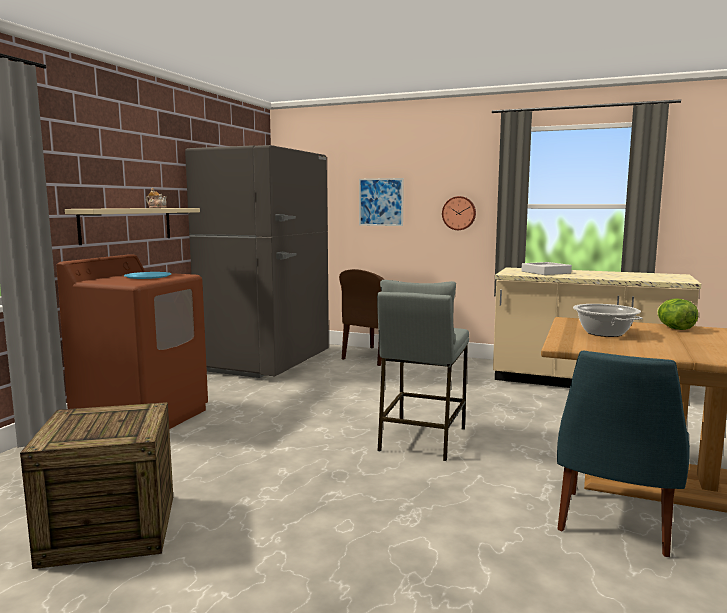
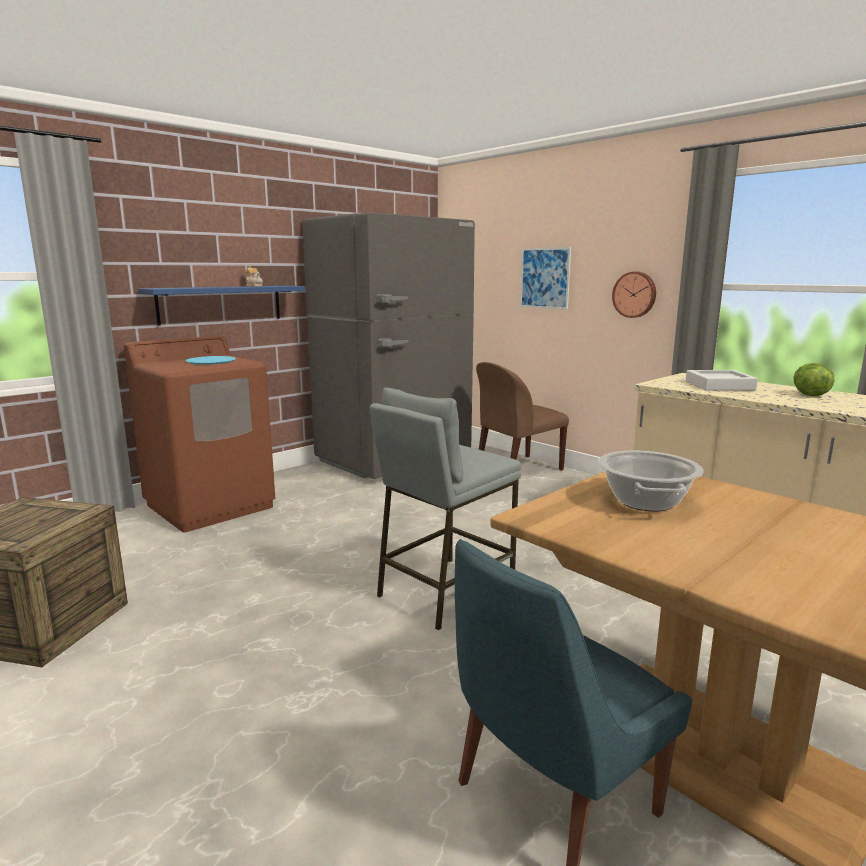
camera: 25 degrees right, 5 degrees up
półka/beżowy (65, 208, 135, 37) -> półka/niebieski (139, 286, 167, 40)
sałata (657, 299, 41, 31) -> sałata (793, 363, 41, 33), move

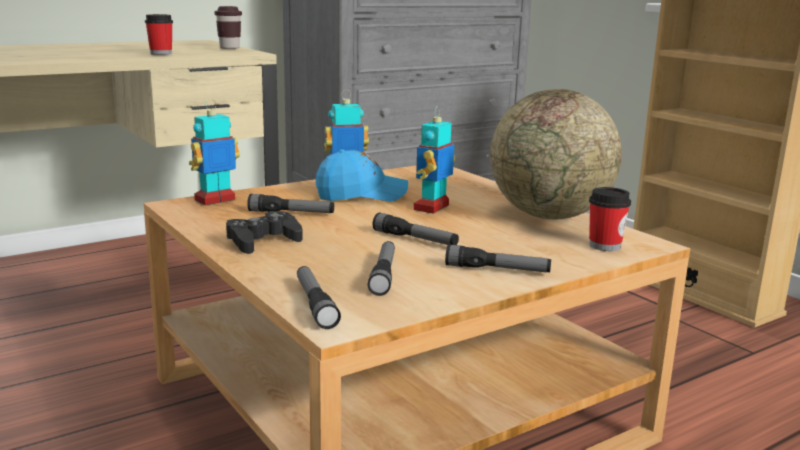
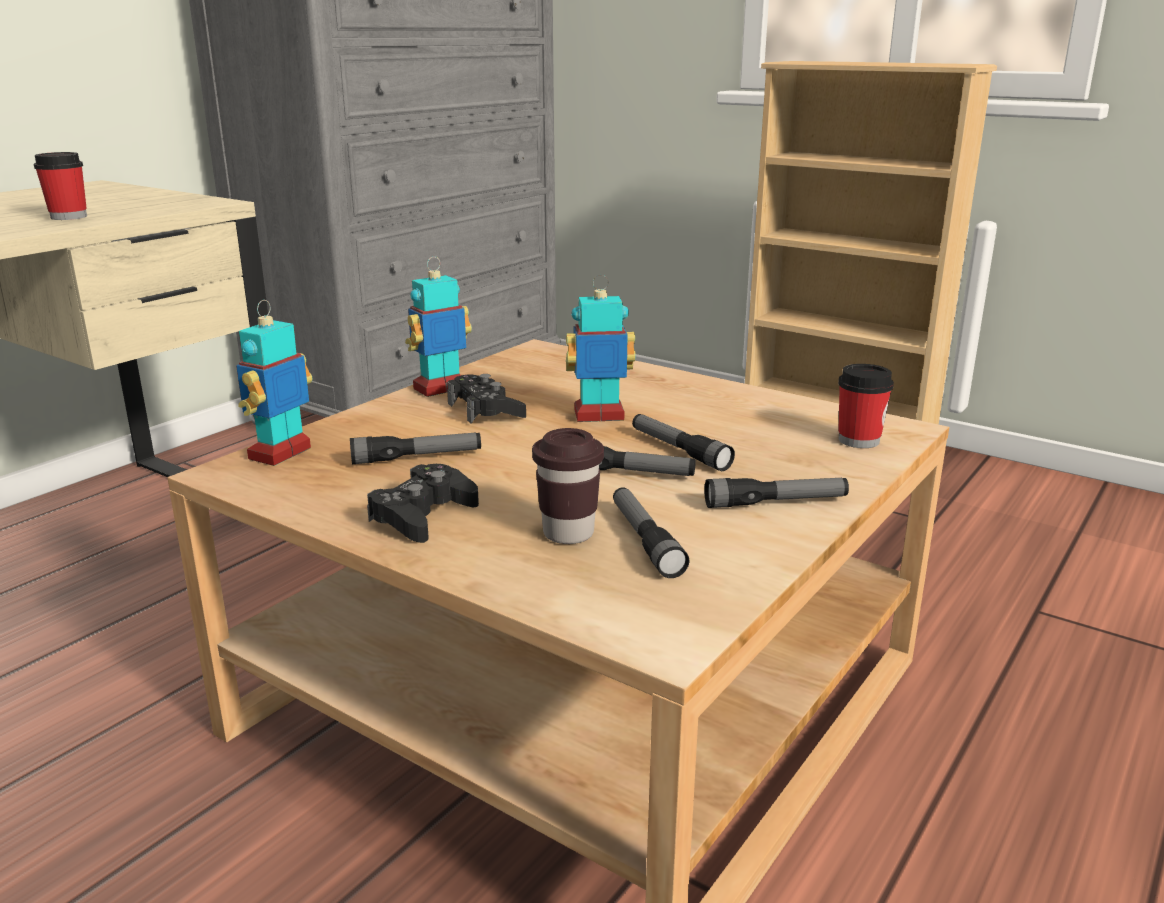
camera: 20 degrees left, 5 degrees up
filiżanka/brązowy (214, 6, 28, 43) -> filiżanka/brązowy (532, 428, 72, 116), move
globus (490, 89, 132, 130) -> none
robot zabawkowy (414, 106, 41, 108) -> robot zabawkowy (566, 275, 70, 147), 75 degrees clockwise
czapka z daszkiem/niebieski (316, 149, 92, 53) -> pad do gier/czarny (447, 374, 79, 50)
latarka (297, 266, 44, 63) -> latarka (632, 414, 103, 57), move

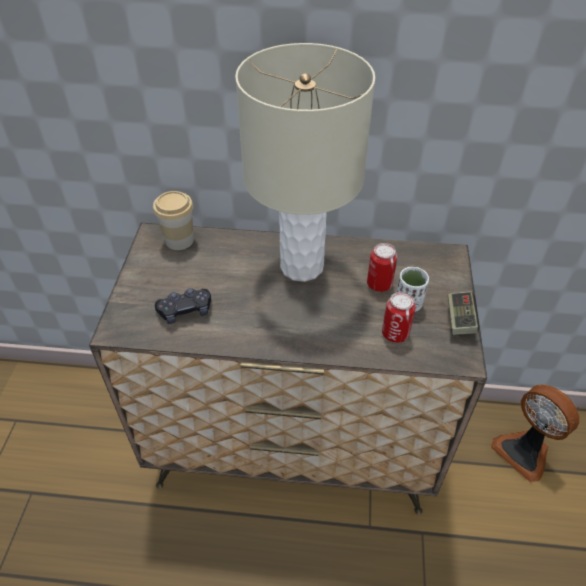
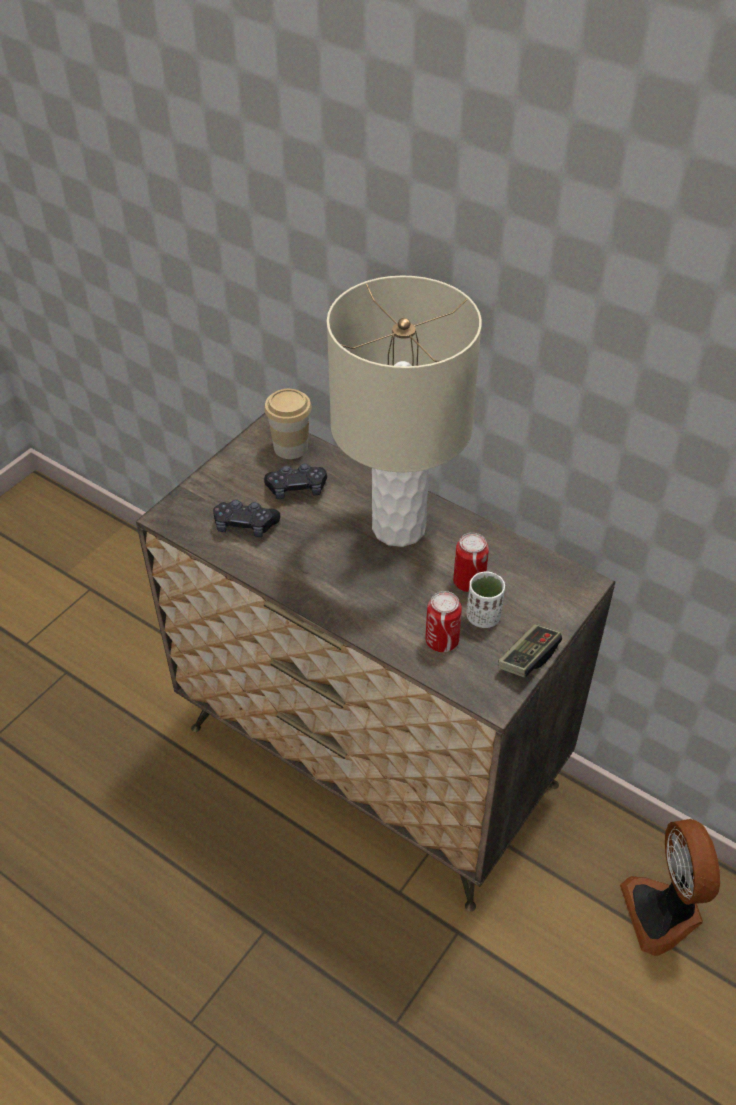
camera: 30 degrees right, 0 degrees up
none -> pad do gier/czarny (264, 464, 63, 35)

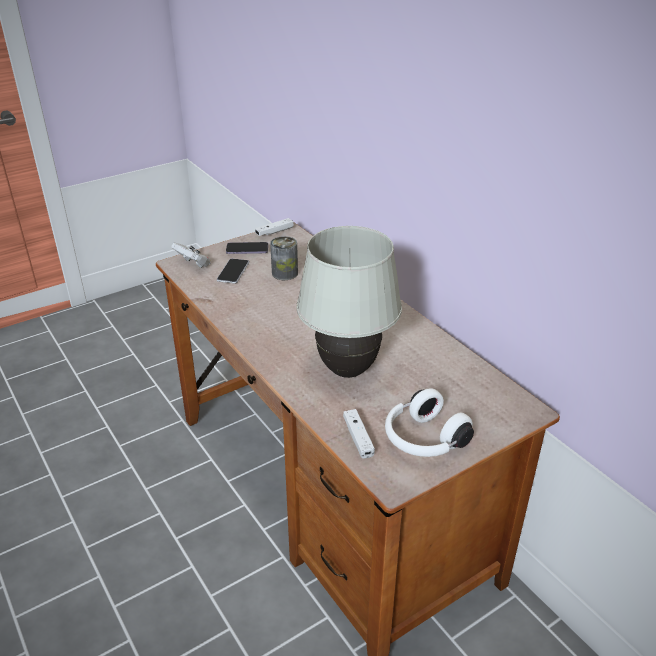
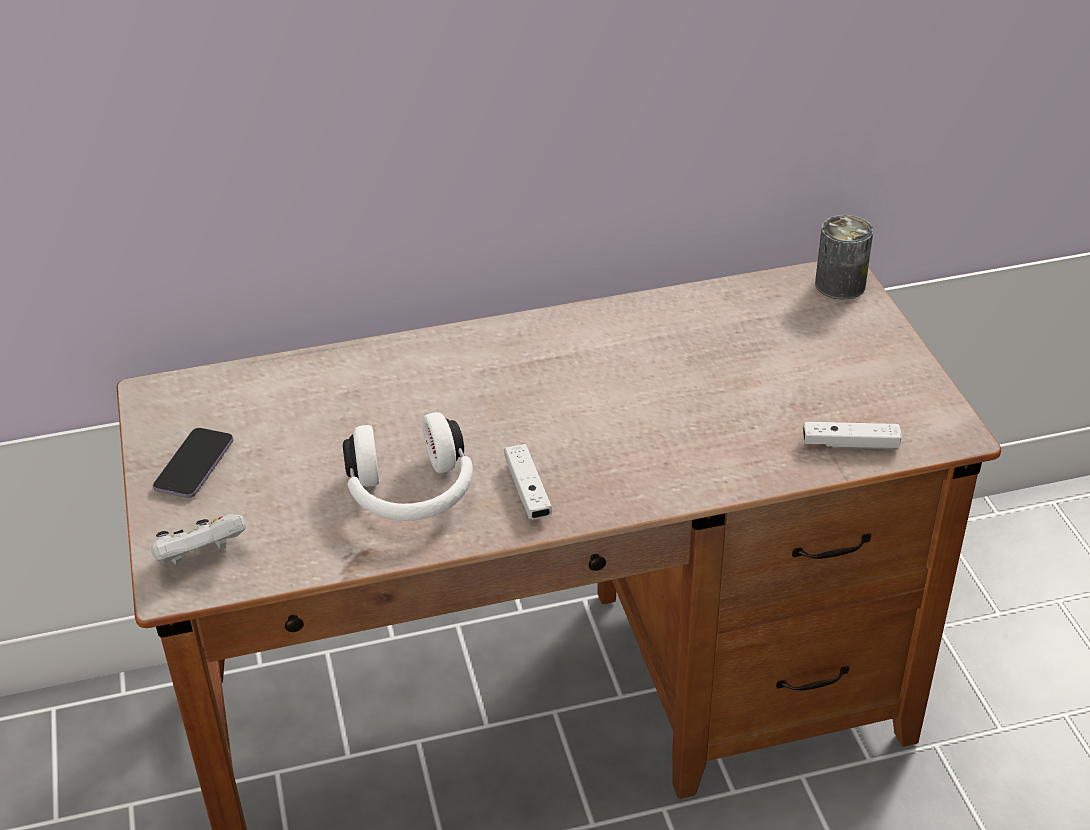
camera: 70 degrees left, 5 degrees up
pad do gier/biały (255, 218, 38, 18) -> pad do gier/biały (505, 444, 47, 75), move
lampa stołowa/biały (297, 226, 105, 152) -> none
puszka (270, 236, 28, 44) -> puszka (815, 215, 59, 84), move
telefon (217, 259, 32, 25) -> none
słuchawki/biały (385, 388, 89, 69) -> słuchawki/biały (343, 412, 130, 109), move

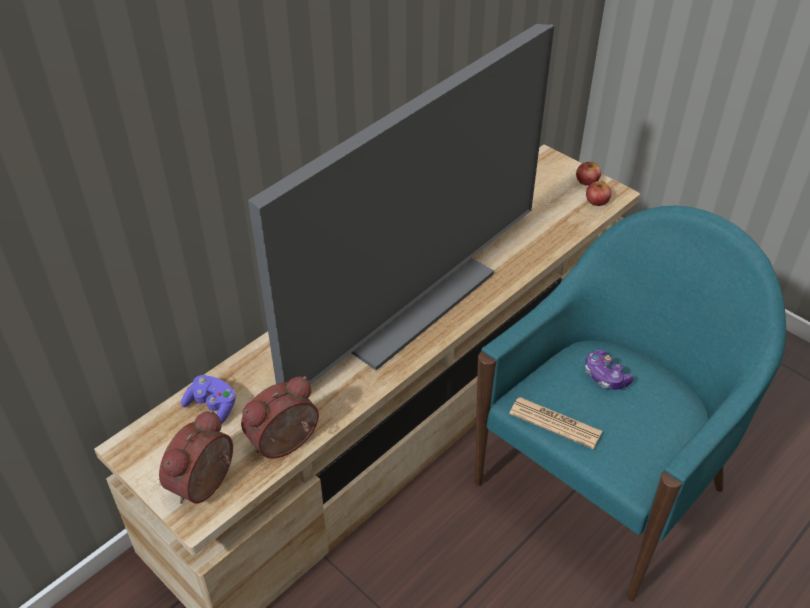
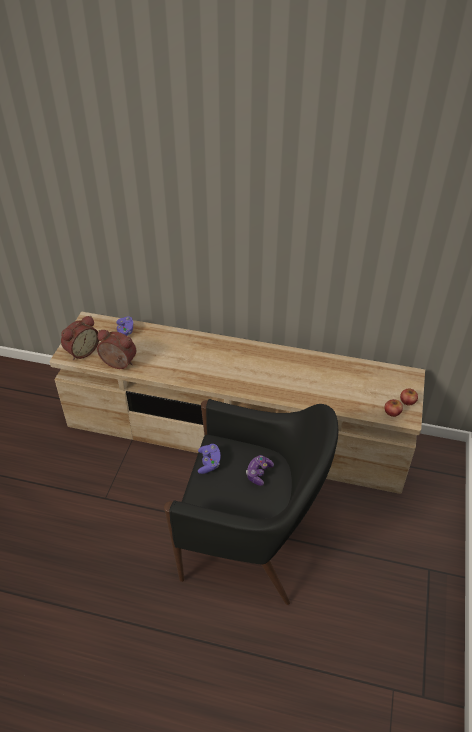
camera: 60 degrees right, 0 degrees up
telewizor (248, 24, 306, 361) -> none
fotel/turkusowy (474, 206, 312, 395) -> fotel/czarny (164, 399, 174, 206)
gazeta (509, 397, 94, 52) -> pad do gier/fioletowy (198, 444, 22, 30)
budzik (159, 409, 74, 95) -> budzik (61, 316, 38, 44), 135 degrees clockwise

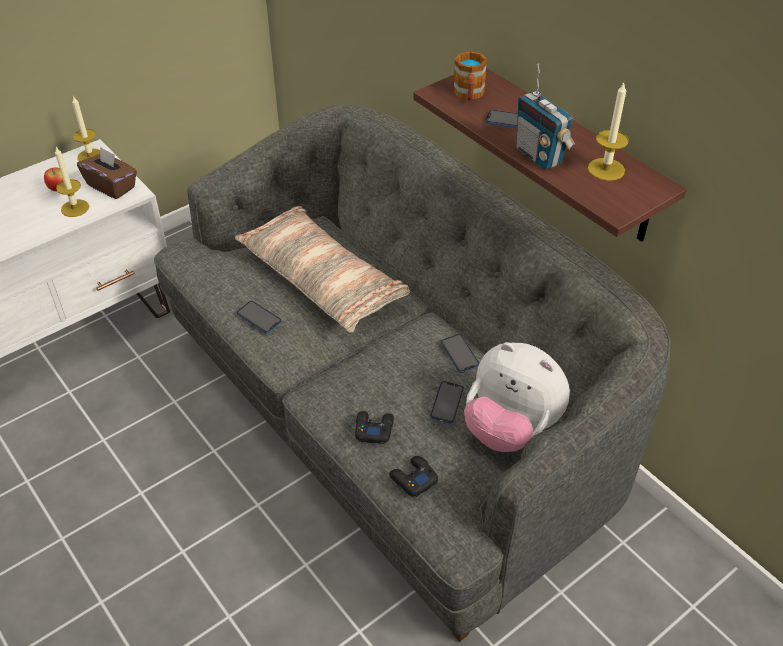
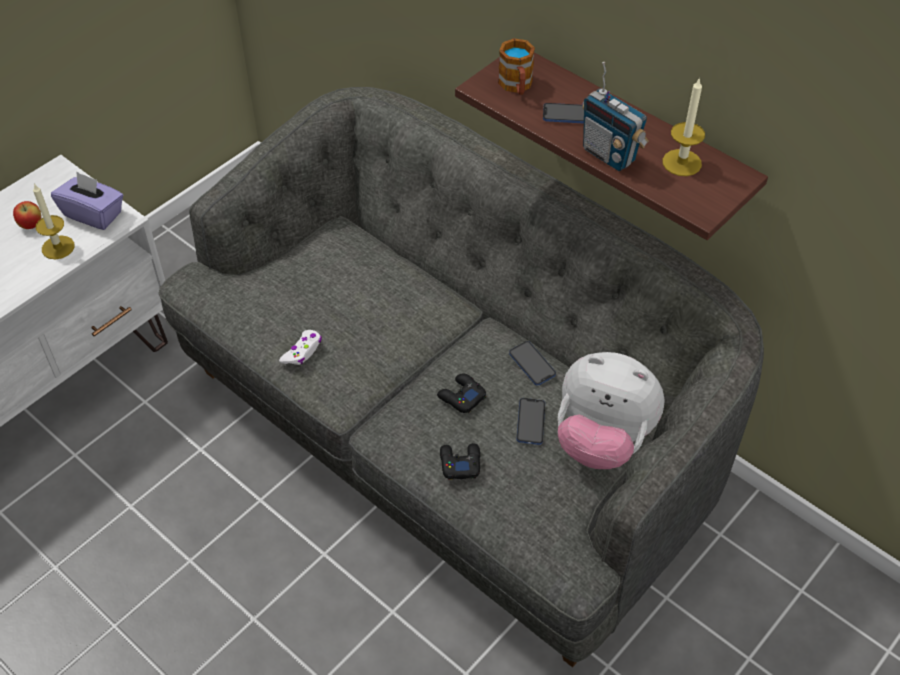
camera: 10 degrees left, 5 degrees up
świeca (72, 95, 28, 66) -> none
pudełko chusteczek/brązowy (77, 146, 60, 53) -> pudełko chusteczek/fioletowy (51, 171, 72, 59)
poduszka (235, 206, 175, 127) -> none
telefon (237, 301, 45, 33) -> pad do gier/biały (279, 330, 43, 35)
pad do gier/czarny (389, 456, 49, 41) -> pad do gier/czarny (437, 374, 49, 39), move

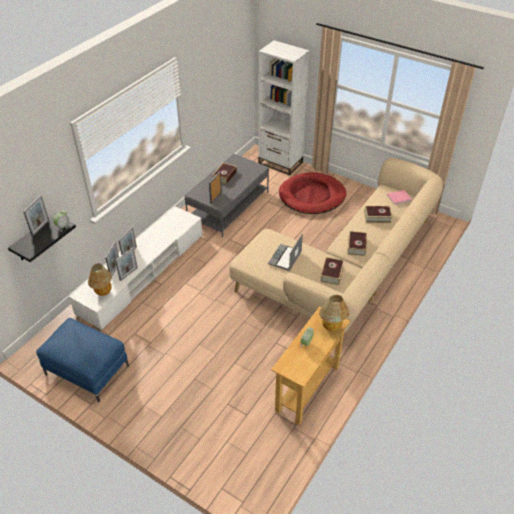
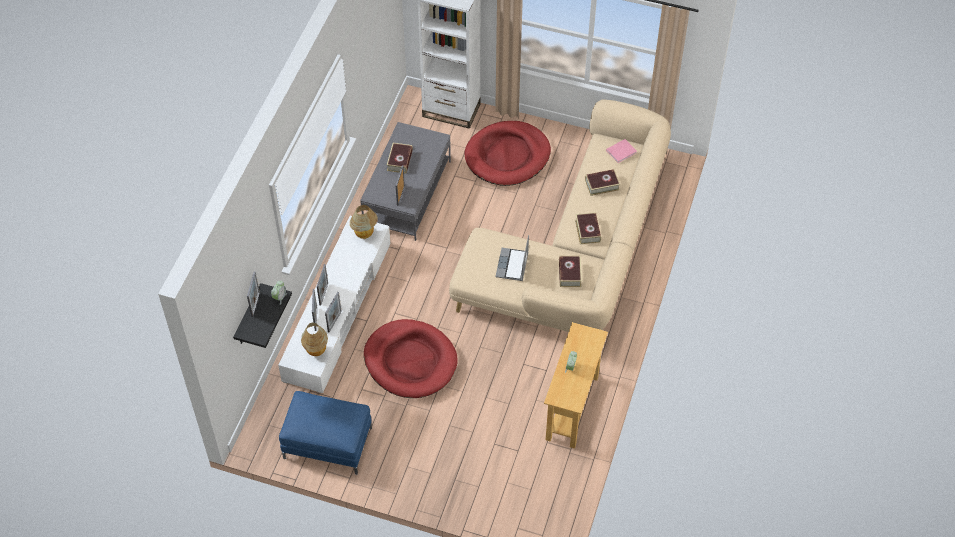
camera: 15 degrees left, 10 degrees up
lampa stołowa (319, 295, 30, 36) -> lampa stołowa (350, 205, 28, 34), move
none -> legowisko/czerwony (364, 319, 94, 79)

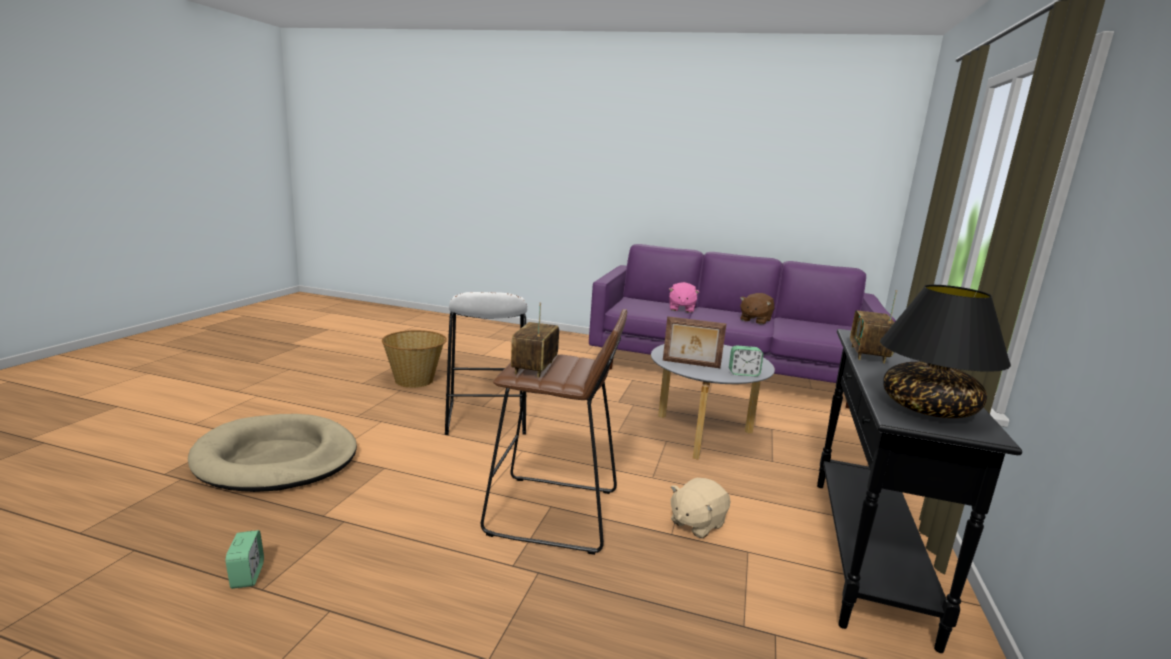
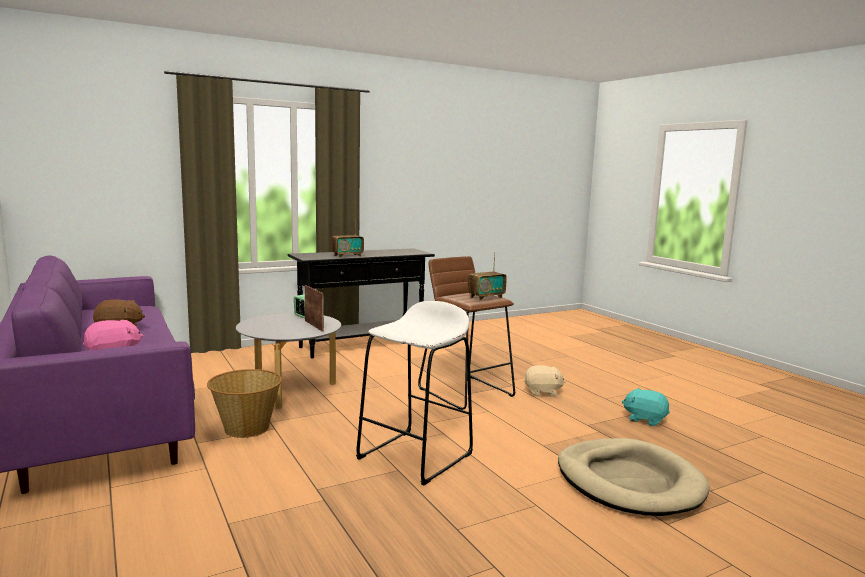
camera: 135 degrees left, 5 degrees down
lampa stołowa/czarny (880, 285, 131, 133) -> none
koszyk (382, 330, 65, 58) -> koszyk (207, 369, 75, 69), move
pluszak/beżowy (671, 478, 59, 60) -> pluszak/beżowy (524, 365, 42, 32), move
budzik (225, 530, 39, 59) -> pluszak/turkusowy (622, 388, 48, 38)

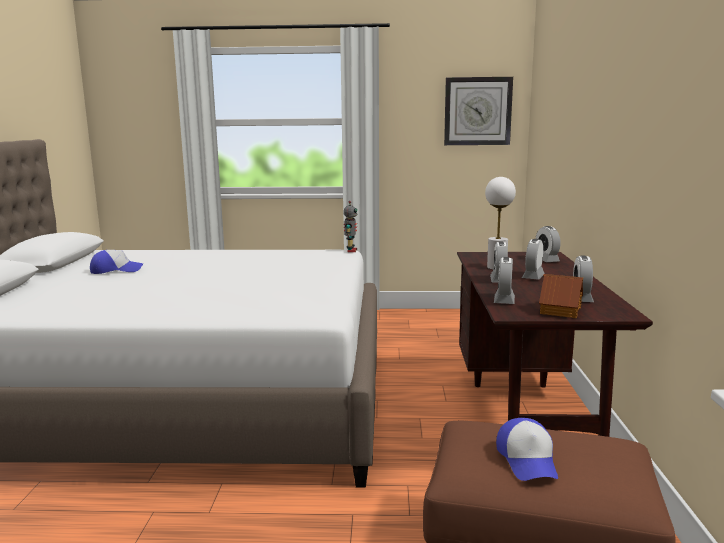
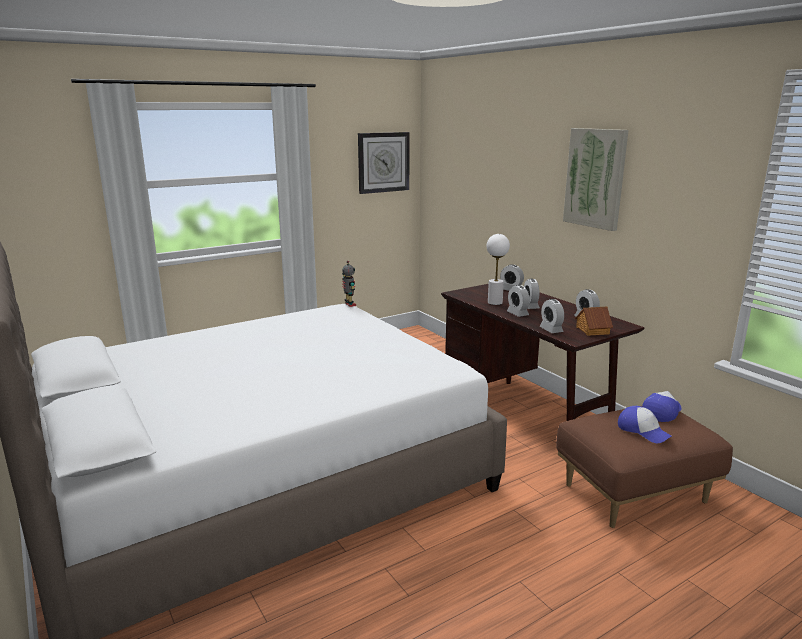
camera: 35 degrees left, 5 degrees up
czapka z daszkiem (90, 250, 53, 24) -> czapka z daszkiem (642, 391, 40, 31), move
none -> obraz (563, 128, 66, 103)

